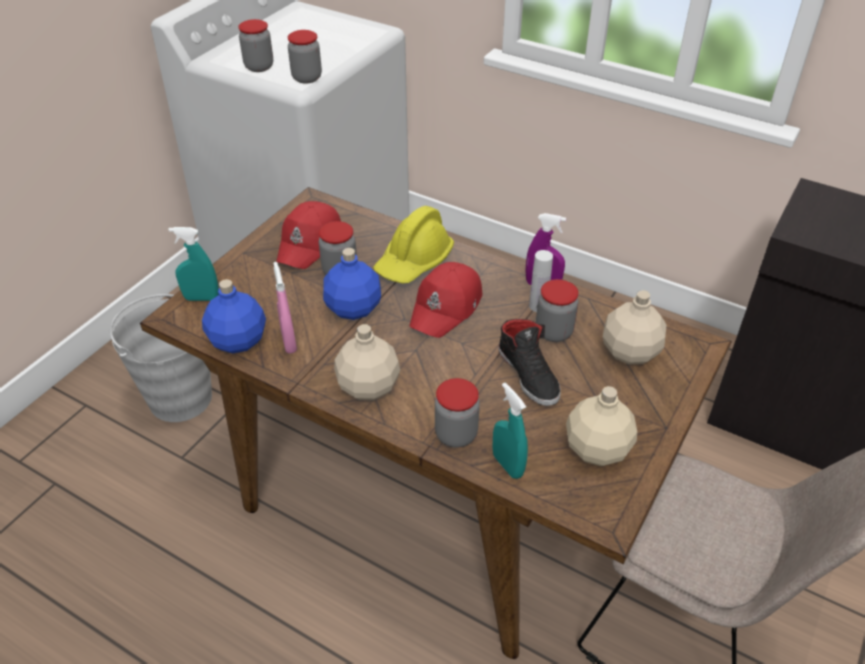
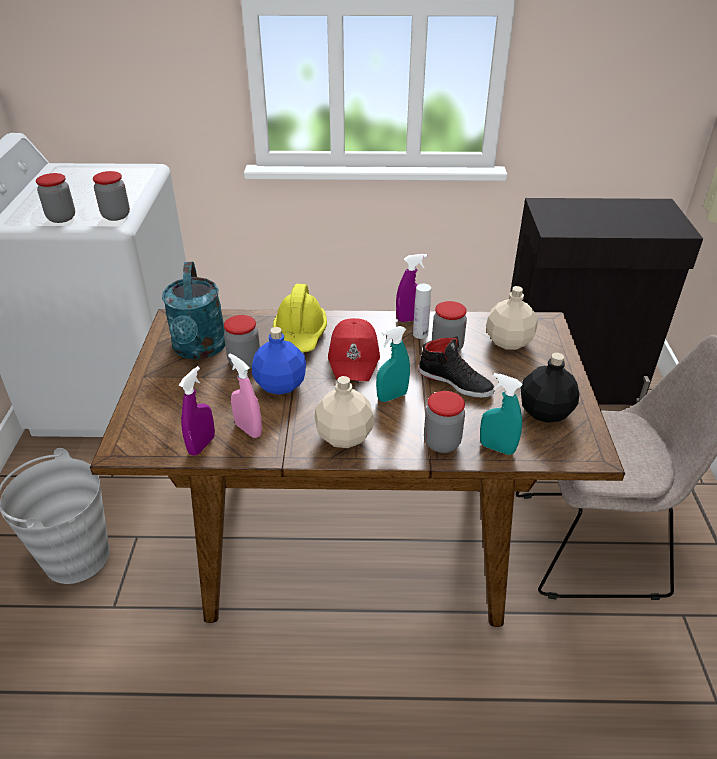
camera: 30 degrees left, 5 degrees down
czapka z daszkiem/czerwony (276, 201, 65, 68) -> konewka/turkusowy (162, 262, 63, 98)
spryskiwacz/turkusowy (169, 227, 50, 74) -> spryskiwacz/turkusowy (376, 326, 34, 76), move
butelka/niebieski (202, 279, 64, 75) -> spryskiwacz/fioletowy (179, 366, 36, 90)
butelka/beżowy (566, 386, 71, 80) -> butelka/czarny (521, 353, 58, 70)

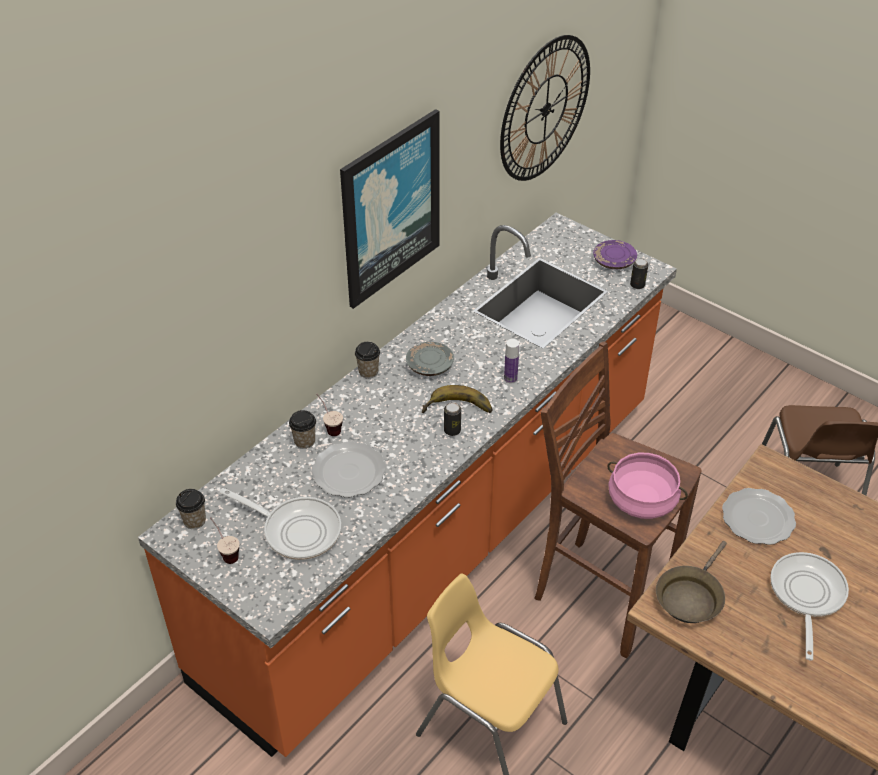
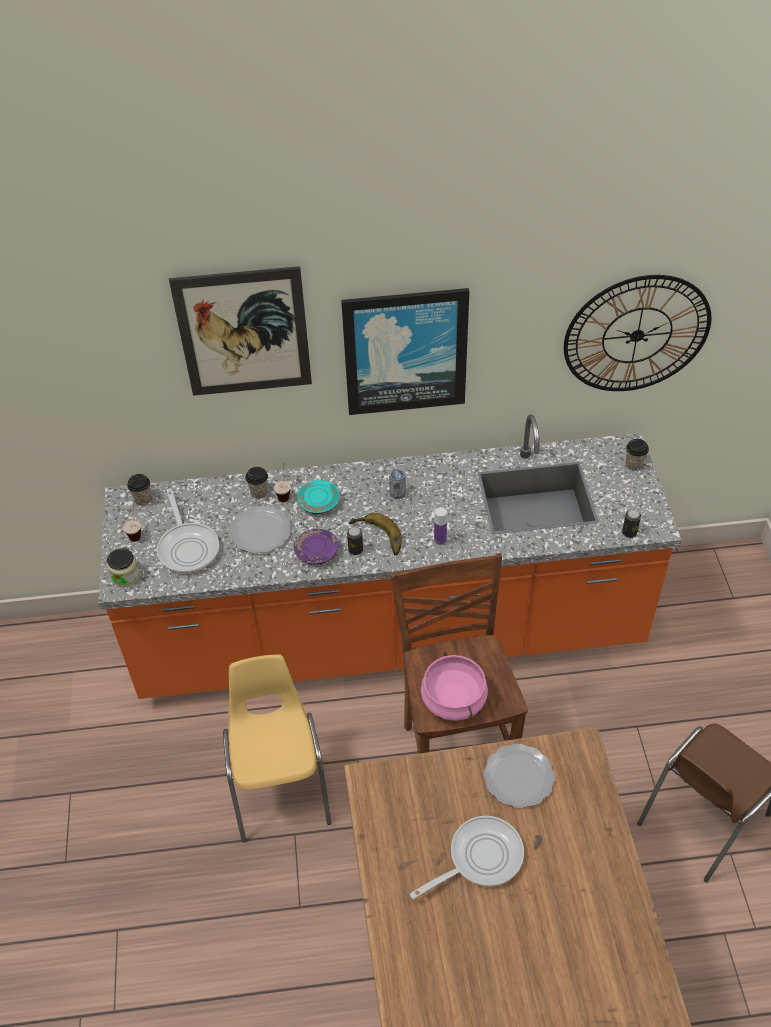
camera: 45 degrees right, 5 degrees up
talerz/fioletowy (593, 240, 44, 29) -> talerz/fioletowy (294, 529, 45, 36), move
filiżanka (355, 342, 25, 36) -> filiżanka (626, 439, 23, 32), move
talerz/szary (406, 342, 48, 34) -> puszka (389, 469, 17, 30)
patelnia/brązowy (656, 541, 71, 82) -> none
none -> obraz (169, 266, 143, 130)
none -> talerz/turkusowy (297, 480, 43, 34)
none -> słoik (107, 548, 33, 39)

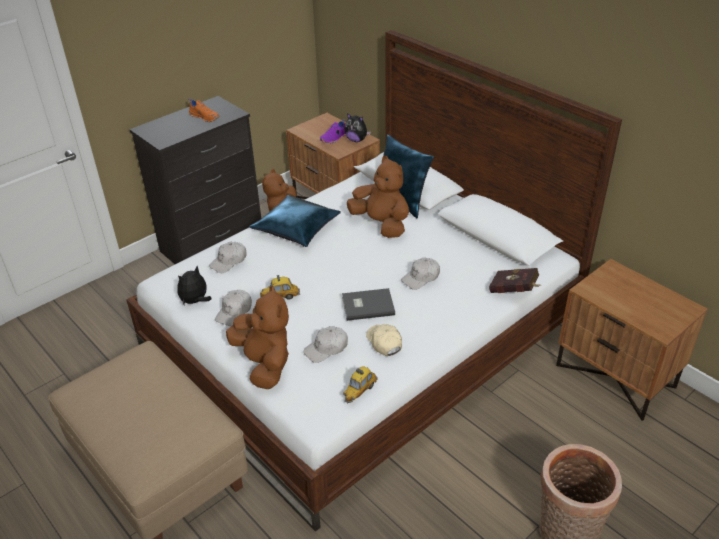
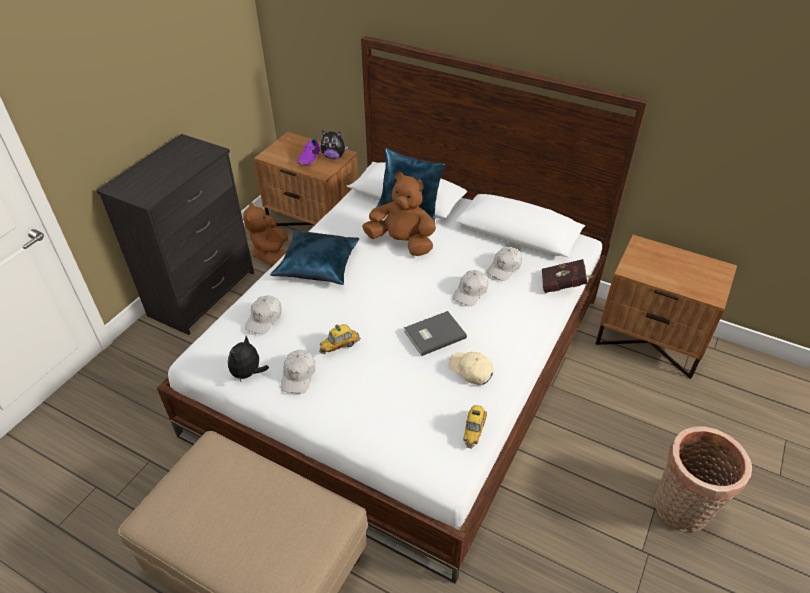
camera: 20 degrees left, 5 degrees up
but/pomarańczowy (188, 98, 31, 24) -> none
pluszak/brązowy (226, 286, 63, 103) -> none
czapka z daszkiem/biały (303, 326, 45, 37) -> czapka z daszkiem/biały (486, 247, 36, 34), move

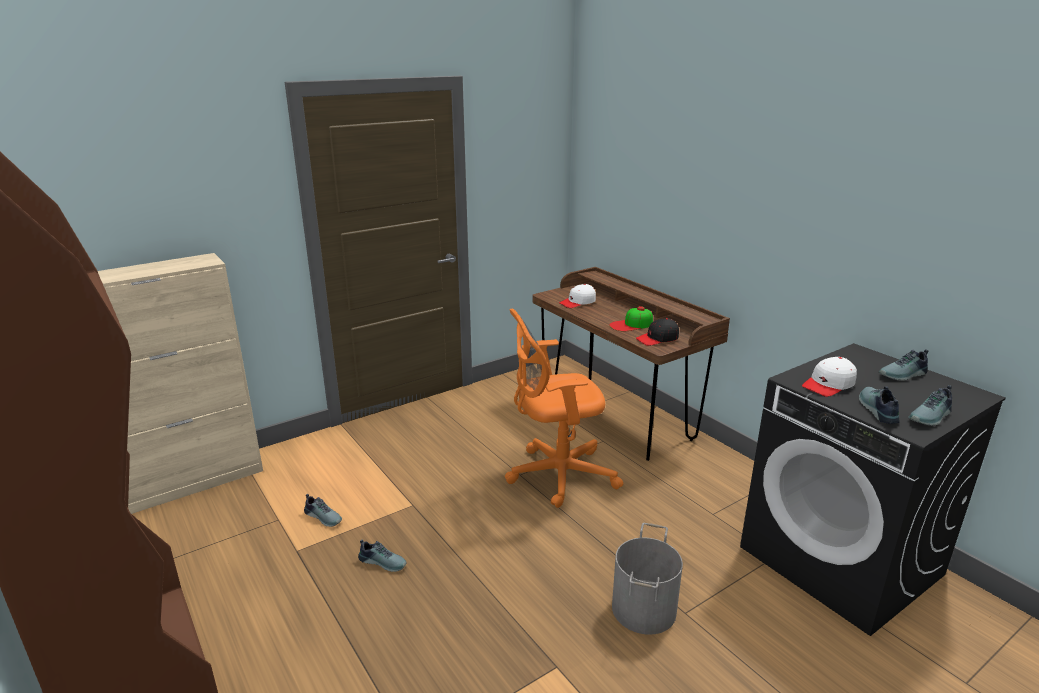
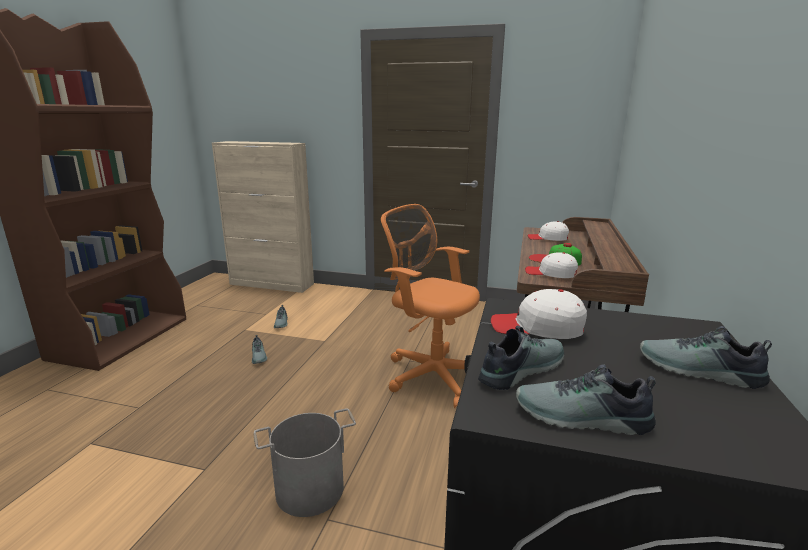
camera: 50 degrees right, 5 degrees down
czapka z daszkiem/czarny (636, 318, 43, 28) -> czapka z daszkiem/biały (525, 252, 53, 26)

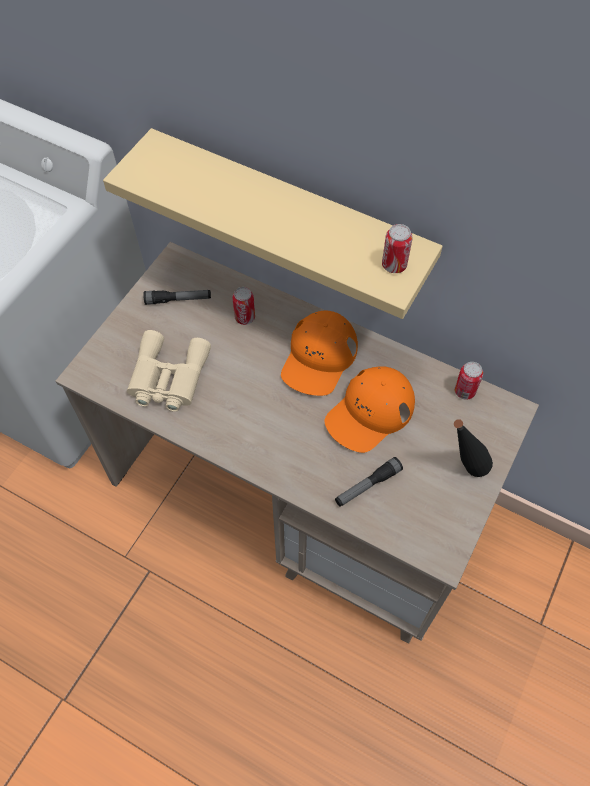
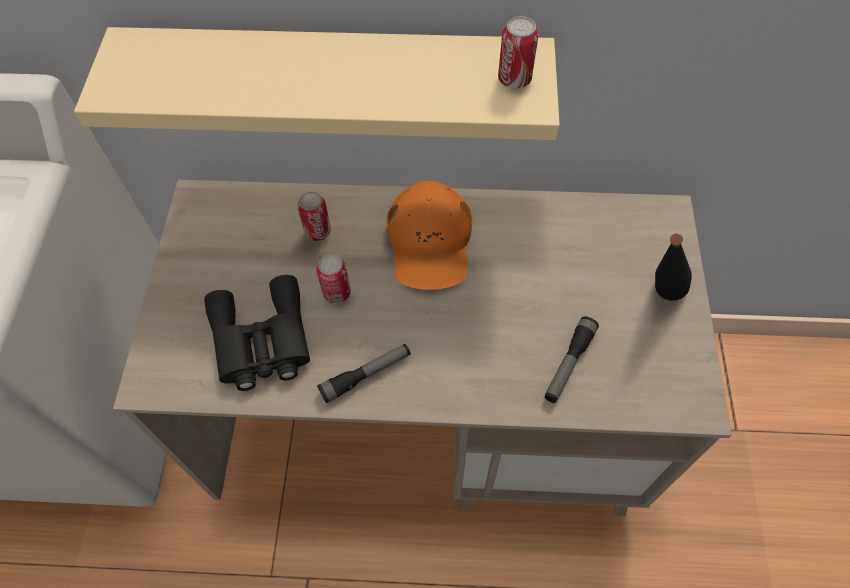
camera: 25 degrees left, 0 degrees up
latarka (143, 290, 68, 15) -> latarka (317, 344, 94, 59), move
lornetka/beżowy (127, 330, 84, 82) -> lornetka/czarny (204, 275, 106, 116)
puszka (454, 362, 29, 38) -> puszka (317, 254, 34, 50), move
czapka z daszkiem/pomarańczowy (324, 366, 91, 87) -> none

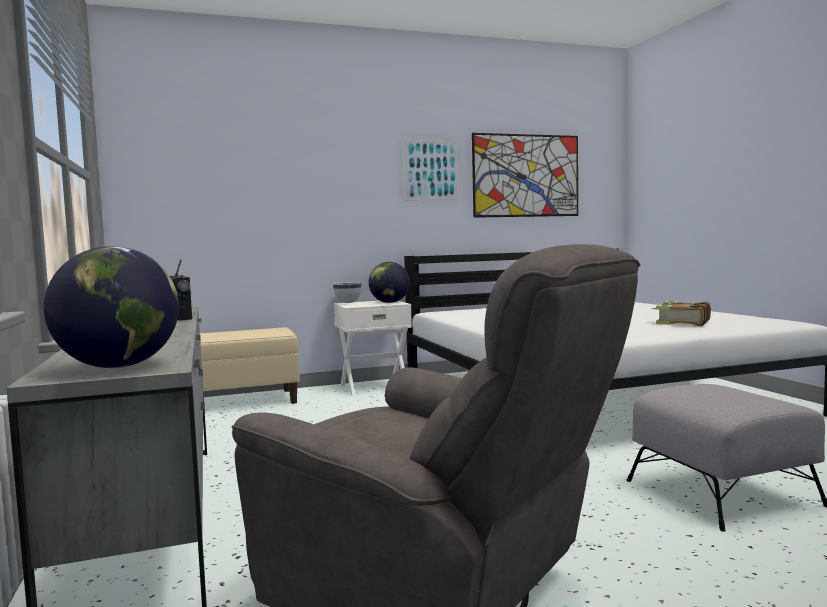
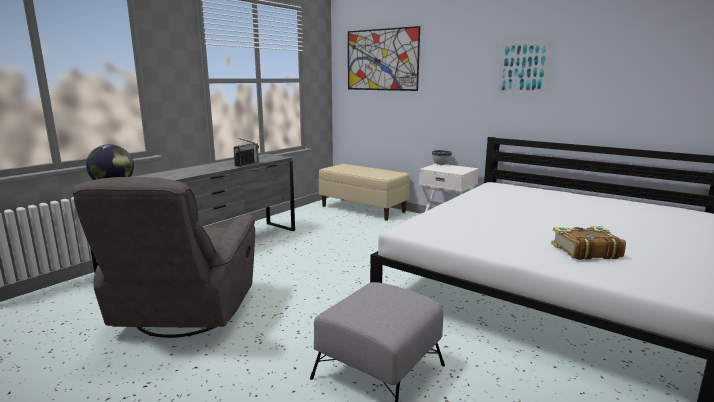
camera: 55 degrees right, 10 degrees up
obraz (472, 133, 106, 85) -> obraz (348, 26, 72, 65), move
globus (369, 262, 41, 41) -> none

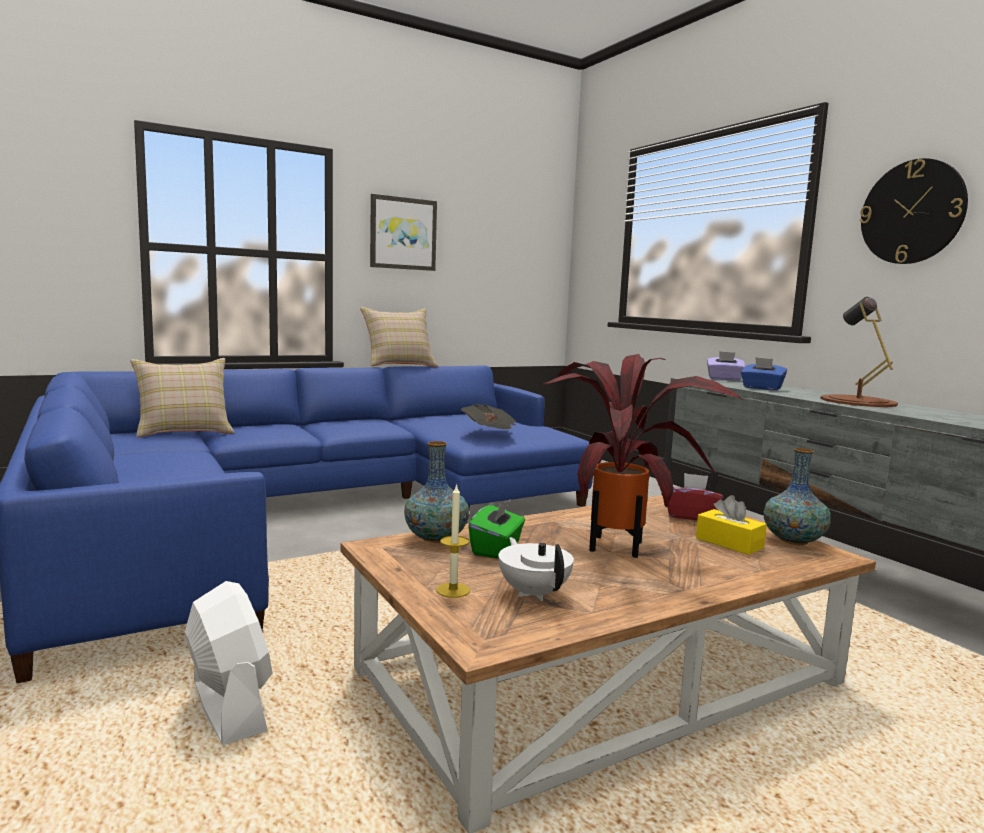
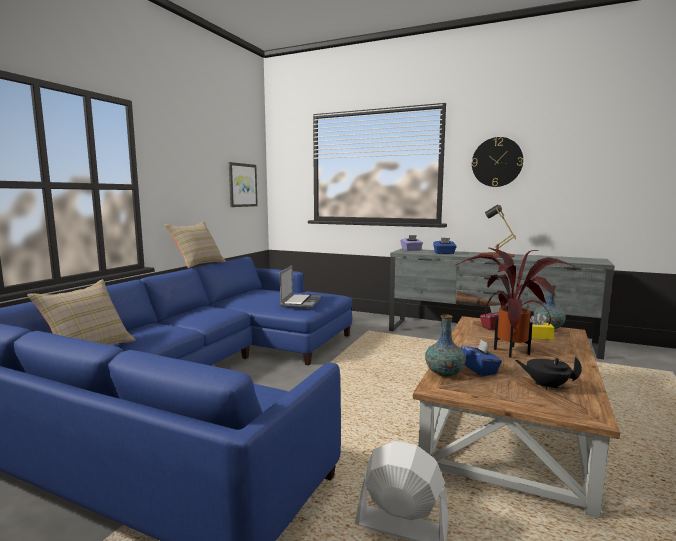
camera: 35 degrees left, 0 degrees up
obraz (370, 194, 67, 77) -> obraz (229, 162, 29, 45), move
gazeta (461, 404, 55, 25) -> laptop (280, 265, 41, 43)
świeca (436, 483, 34, 115) -> none
pudełko chusteczek/zielony (468, 499, 57, 60) -> pudełko chusteczek/niebieski (461, 339, 41, 37)
imbryk/biały (499, 537, 75, 64) -> imbryk/czarny (515, 357, 67, 33)

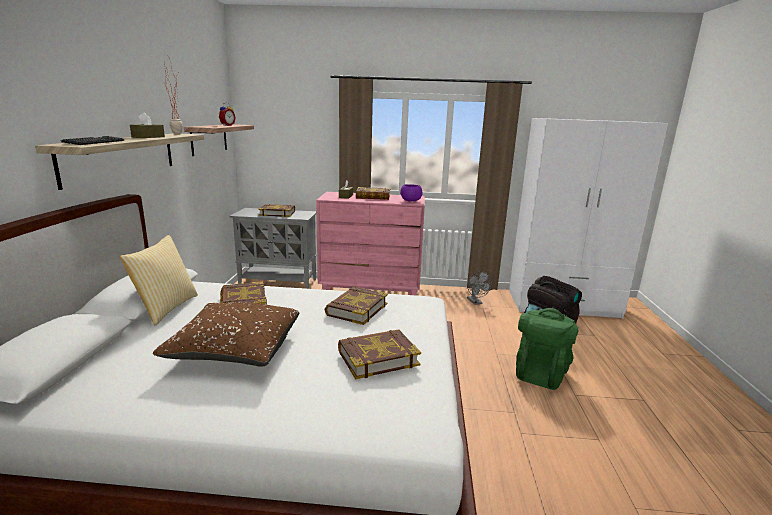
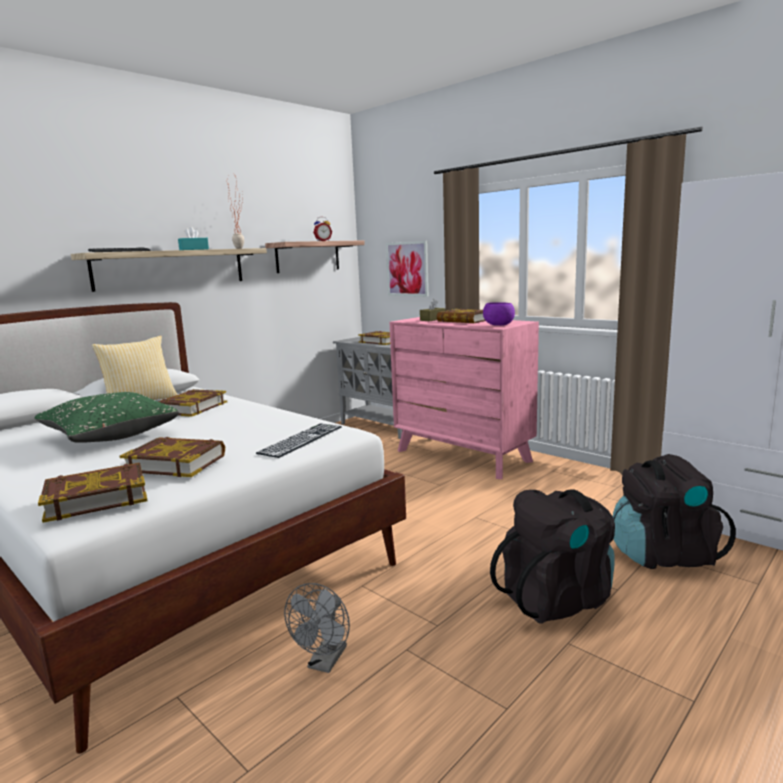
camera: 40 degrees right, 5 degrees down
pudełko chusteczek/brązowy (130, 112, 35, 26) -> pudełko chusteczek/turkusowy (178, 227, 31, 23)
wentylator/szary (467, 271, 25, 34) -> wentylator/szary (284, 583, 66, 90), move
książka (325, 287, 63, 38) -> książka (38, 463, 110, 60), move
poduszka/brązowy (153, 302, 146, 65) -> poduszka/zielony (35, 392, 144, 51)
plecak/zielony (516, 308, 63, 82) -> plecak/czarny (490, 489, 125, 135)
none -> obraz (386, 241, 43, 55)
none -> klawiatura (256, 423, 86, 35)

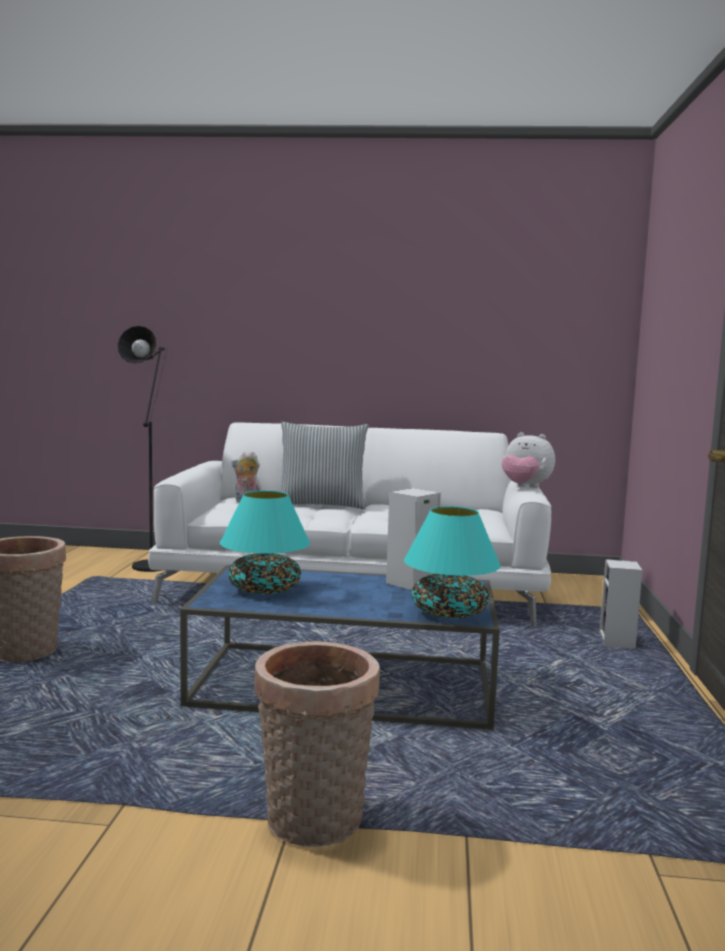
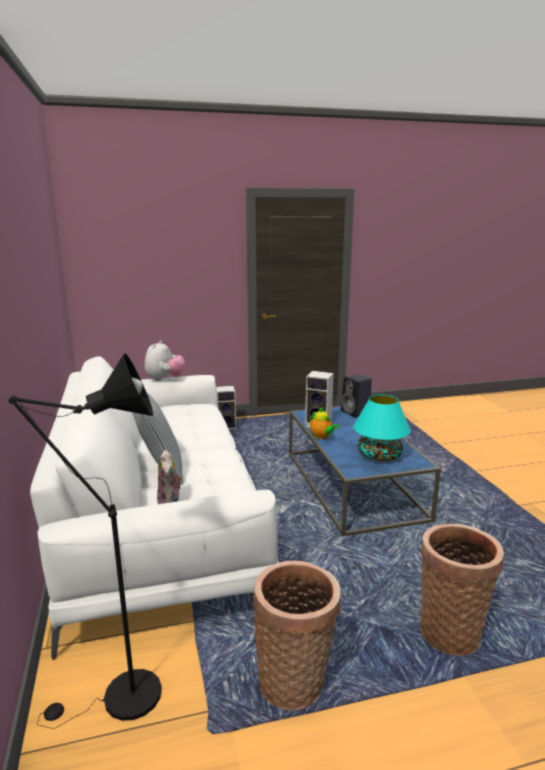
camera: 110 degrees left, 10 degrees up
lampa stołowa/turkusowy (404, 506, 97, 112) -> głośnik/czarny (341, 374, 31, 43)
koszyk (254, 641, 126, 206) -> koszyk (253, 561, 88, 149), move
none -> imbryk (310, 407, 30, 32)

